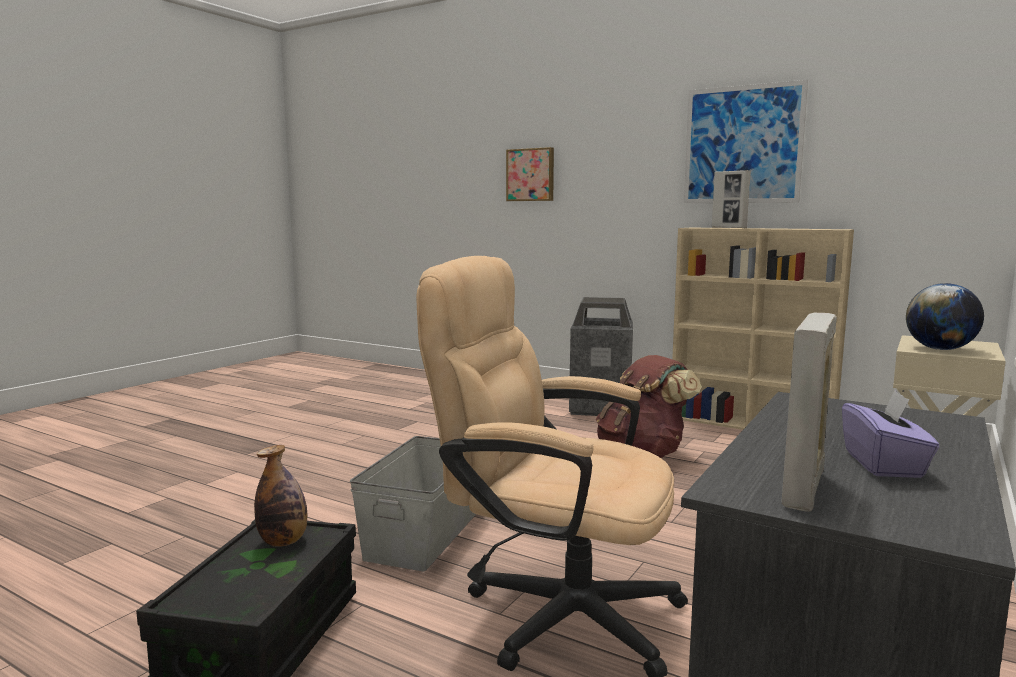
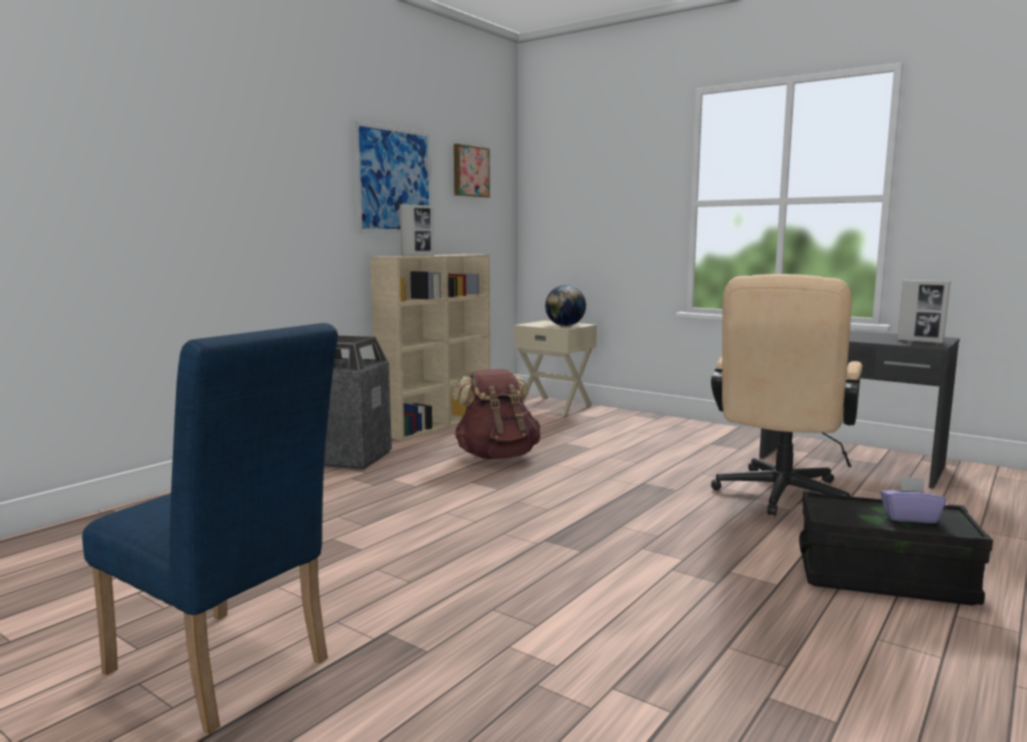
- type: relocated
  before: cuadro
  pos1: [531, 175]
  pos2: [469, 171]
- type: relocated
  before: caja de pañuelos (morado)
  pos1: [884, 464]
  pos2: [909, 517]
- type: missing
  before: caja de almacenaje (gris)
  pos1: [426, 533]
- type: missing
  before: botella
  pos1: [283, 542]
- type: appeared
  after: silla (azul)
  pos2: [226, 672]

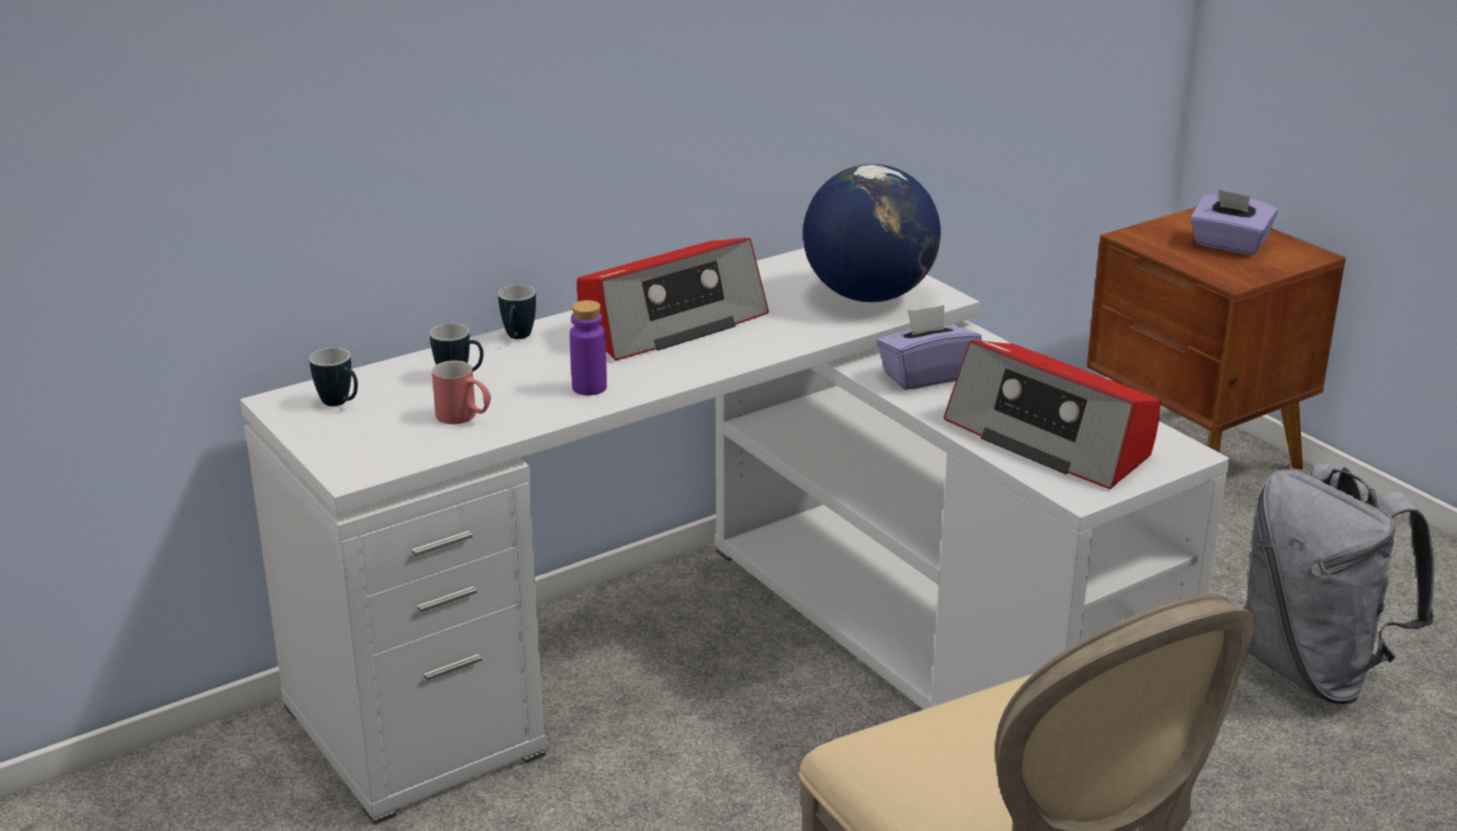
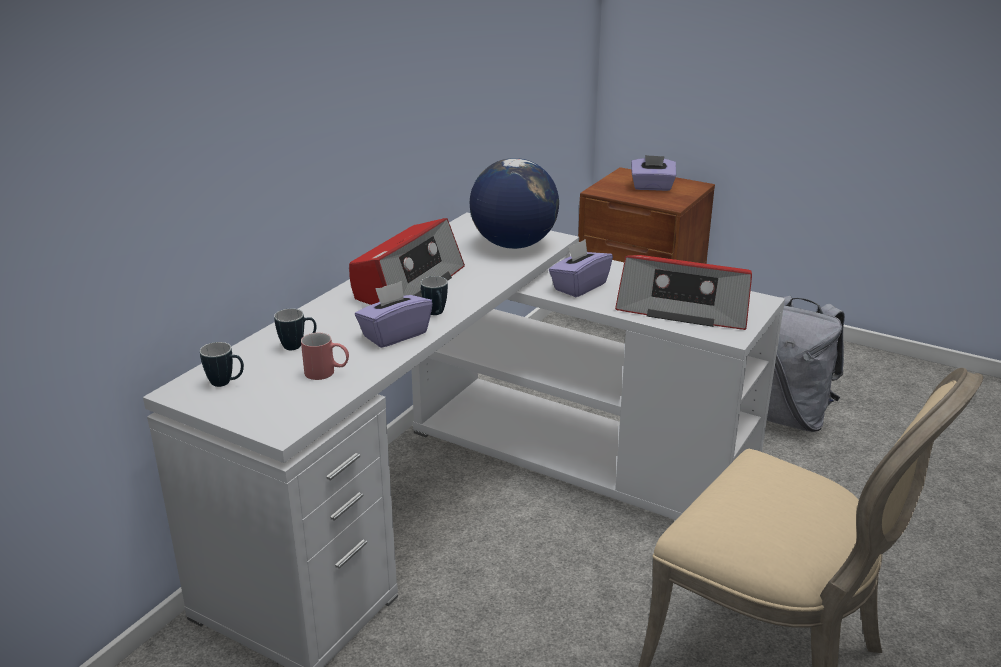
- type: relocated
  before: taza grande
  pos1: [517, 338]
  pos2: [436, 314]
- type: exchanged
  before: botella (morado)
  after: caja de pañuelos (morado)
  pos1: [589, 387]
  pos2: [394, 335]

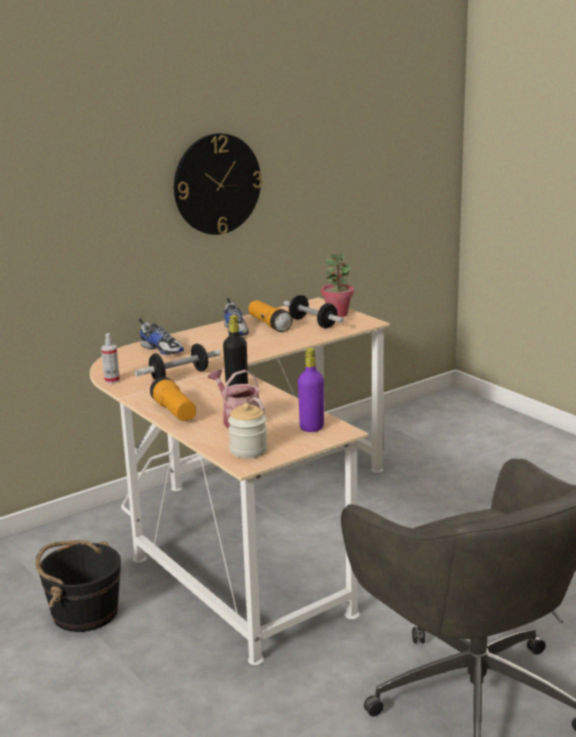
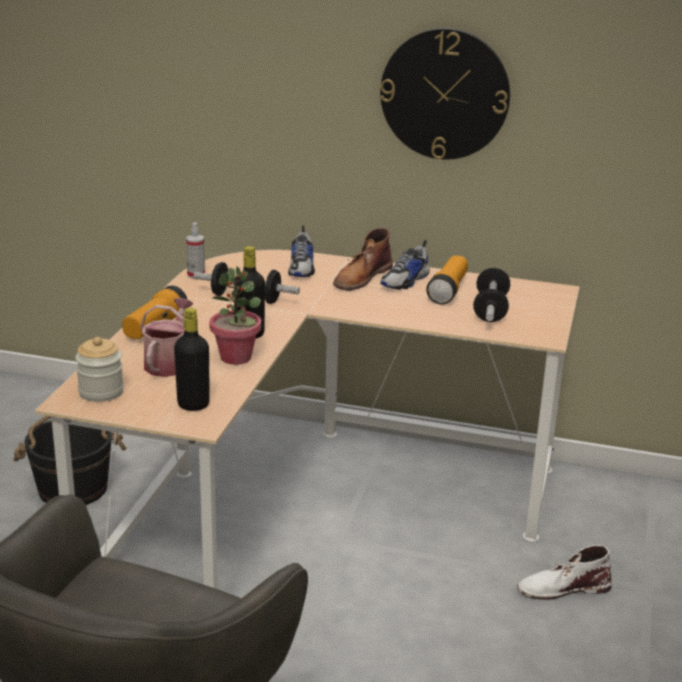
- type: relocated
  before: planta en maceta
  pos1: [338, 314]
  pos2: [236, 357]
- type: colour
  before: botella (morado)
  after: botella (negro)
  pos1: [311, 427]
  pos2: [193, 405]
- type: appeared
  after: bota (marrón)
  pos2: [362, 277]
- type: appeared
  after: bota (blanco)
  pos2: [562, 588]

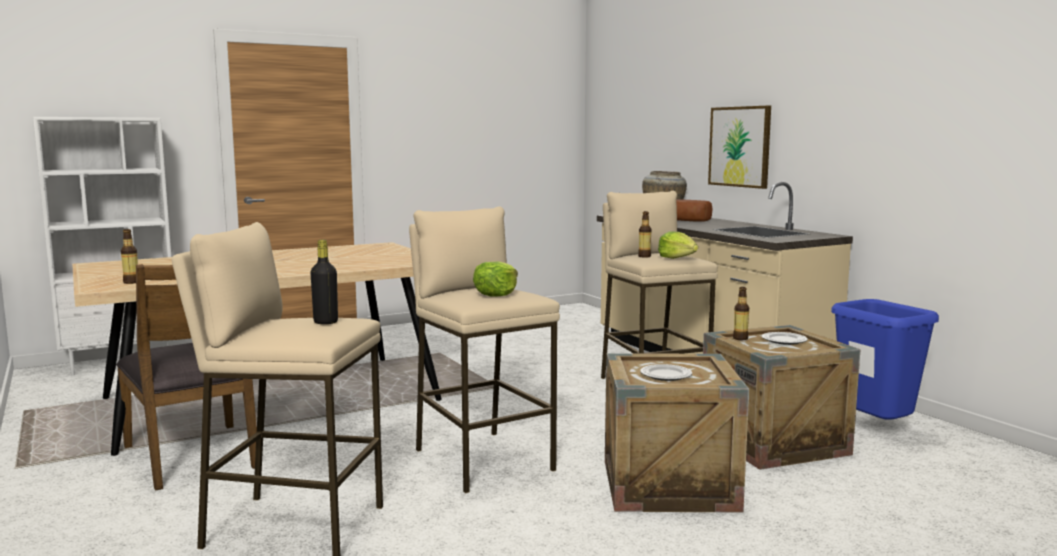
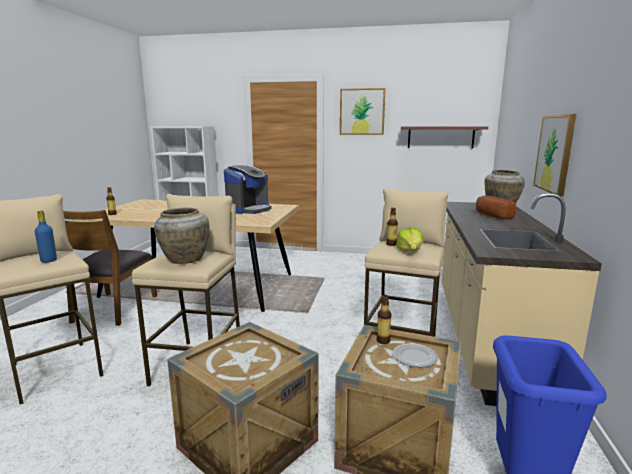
- type: colour
  before: botella (negro)
  after: botella (azul)
  pos1: [325, 322]
  pos2: [49, 260]
- type: exchanged
  before: lechuga
  after: florero (beis)
  pos1: [496, 294]
  pos2: [184, 259]
- type: missing
  before: plato
  pos1: [665, 375]
- type: appeared
  after: cuadro
  pos2: [362, 111]
- type: appeared
  after: estante
  pos2: [440, 137]
- type: appeared
  after: cafetera
  pos2: [248, 209]

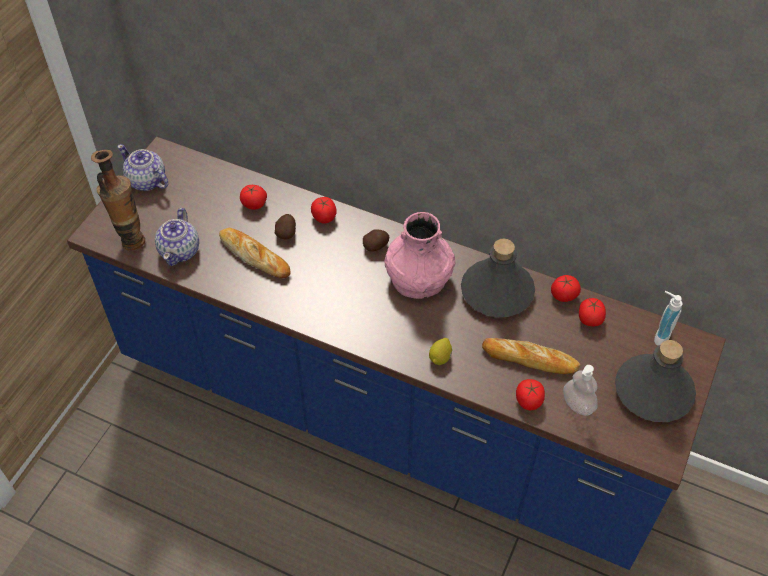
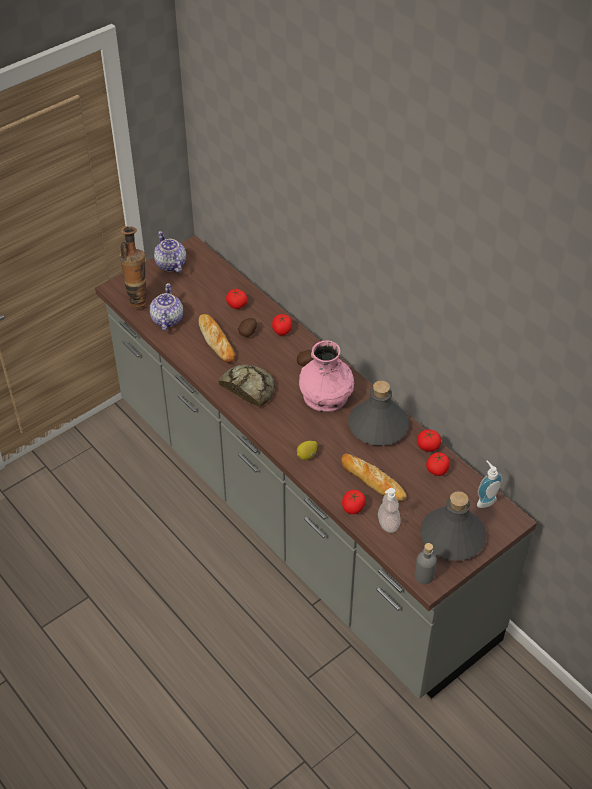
- type: colour
  before: mueble bajo de cocina (azul)
  after: mueble bajo de cocina (gris)
  pos1: [384, 417]
  pos2: [296, 517]
- type: spun
  before: tetera
  pos1: [180, 251]
  pos2: [167, 320]
  turn: 150
- type: appeared
  after: pan
  pos2: [248, 388]
- type: appeared
  after: botella (gris)
  pos2: [424, 576]

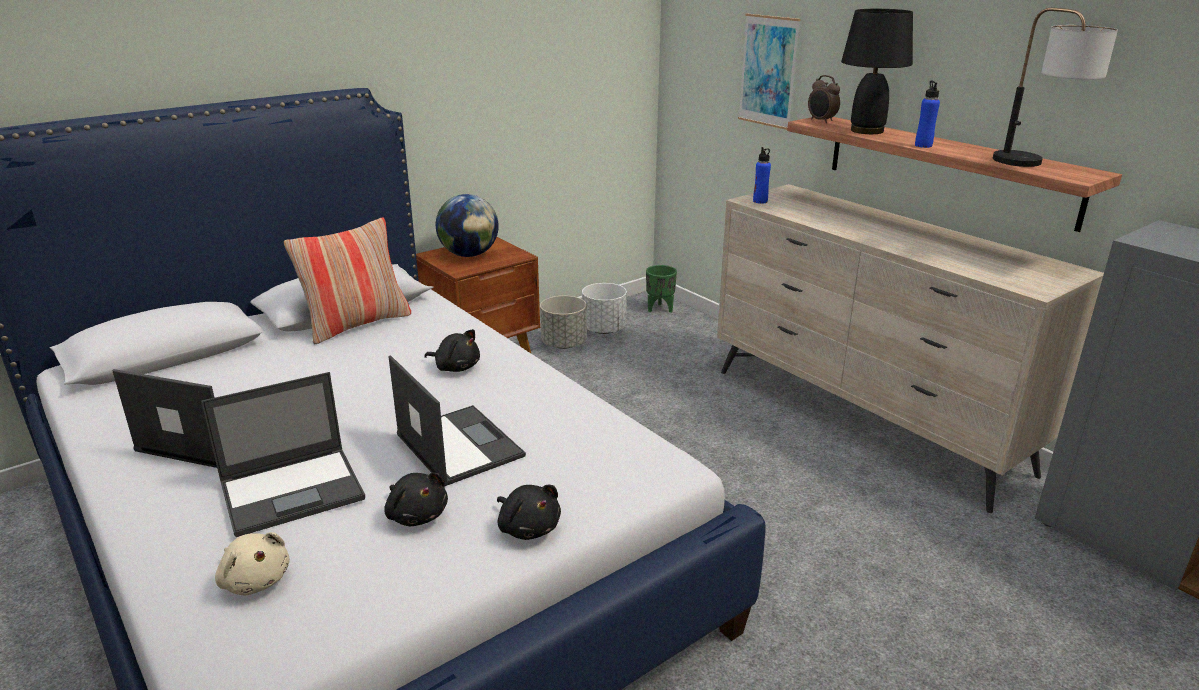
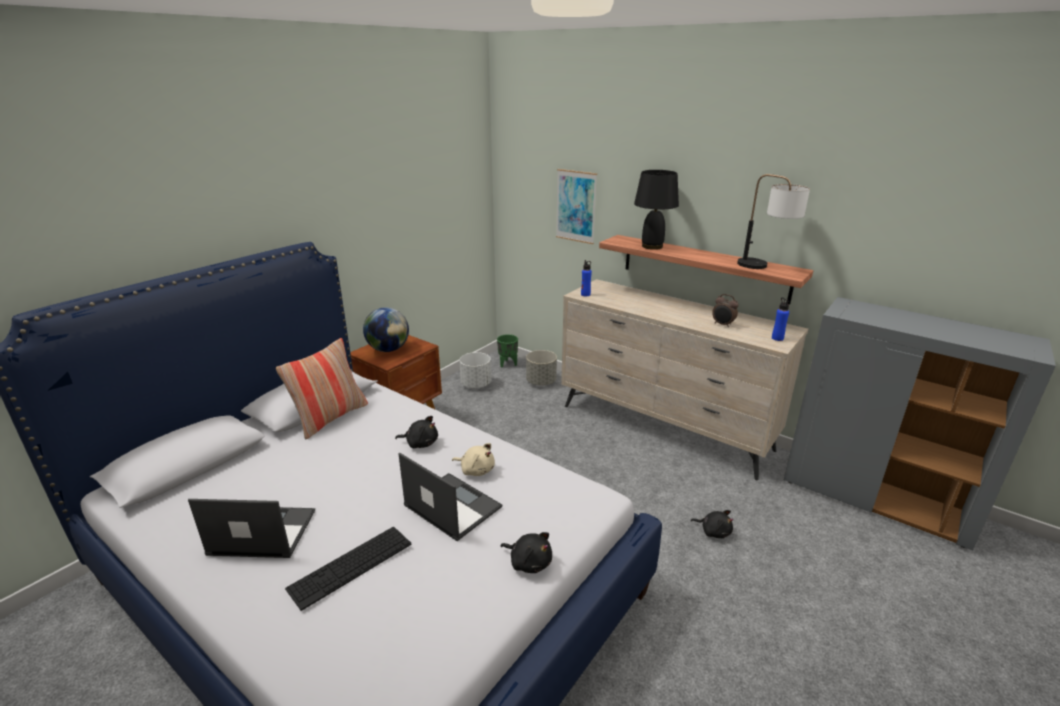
- type: relocated
  before: despertador
  pos1: [821, 121]
  pos2: [722, 324]
- type: relocated
  before: botella (azul)
  pos1: [923, 145]
  pos2: [777, 338]
- type: relocated
  before: maceta (gris)
  pos1: [564, 344]
  pos2: [541, 382]
- type: exchanged
  before: portátil
  after: teclado
  pos1: [294, 490]
  pos2: [351, 565]
- type: relocated
  before: peluche (negro)
  pos1: [416, 515]
  pos2: [713, 531]
- type: relocated
  before: peluche (beis)
  pos1: [255, 580]
  pos2: [476, 470]

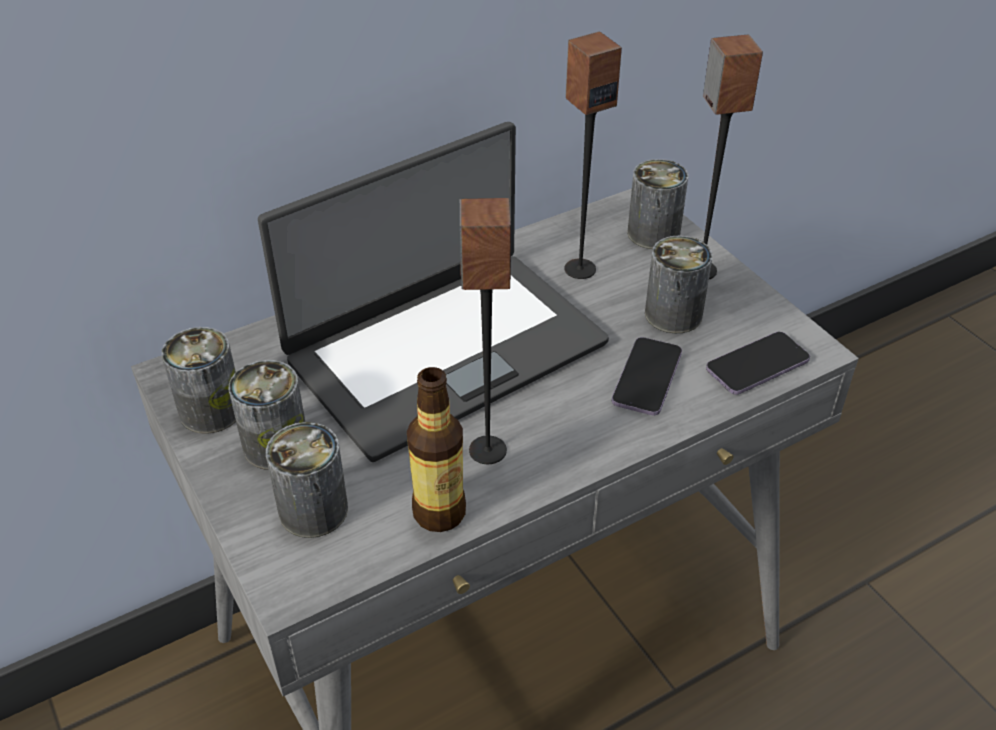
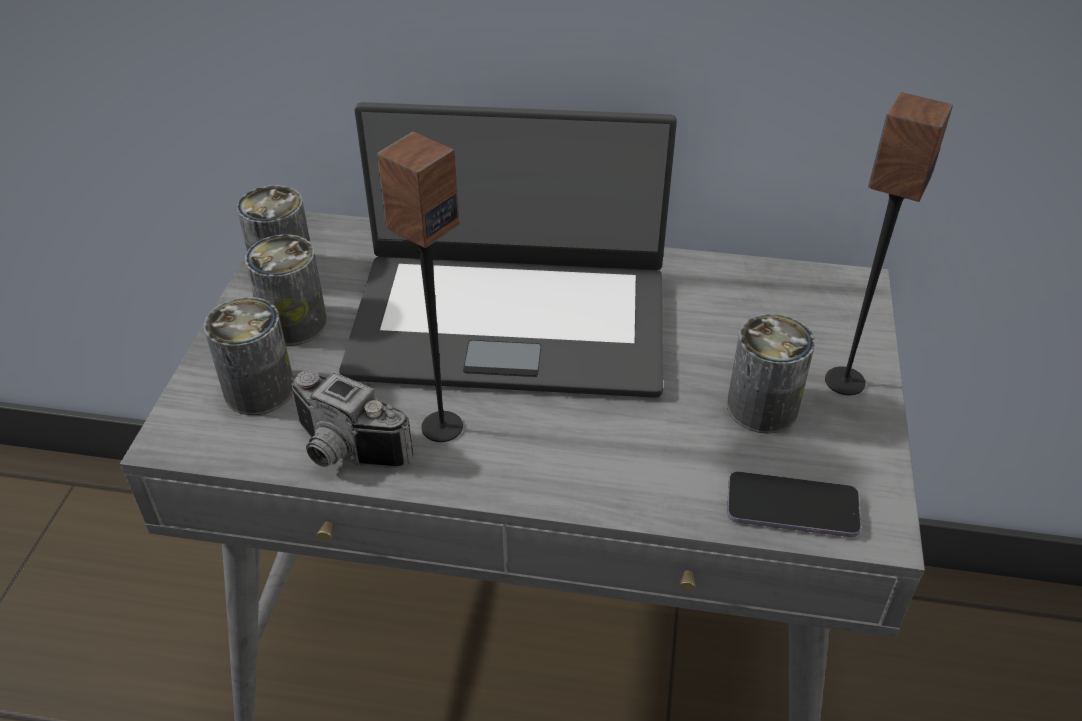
- type: missing
  before: altavoz
  pos1: [579, 268]
- type: missing
  before: lata
  pos1: [653, 233]
- type: missing
  before: móvil
  pos1: [647, 378]
- type: exchanged
  before: botella
  after: cámara
  pos1: [439, 512]
  pos2: [343, 453]

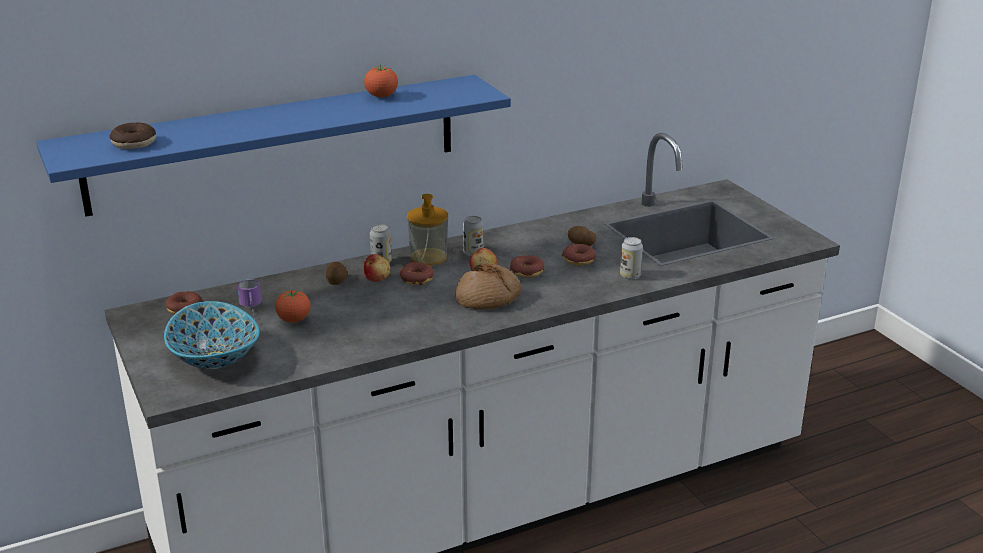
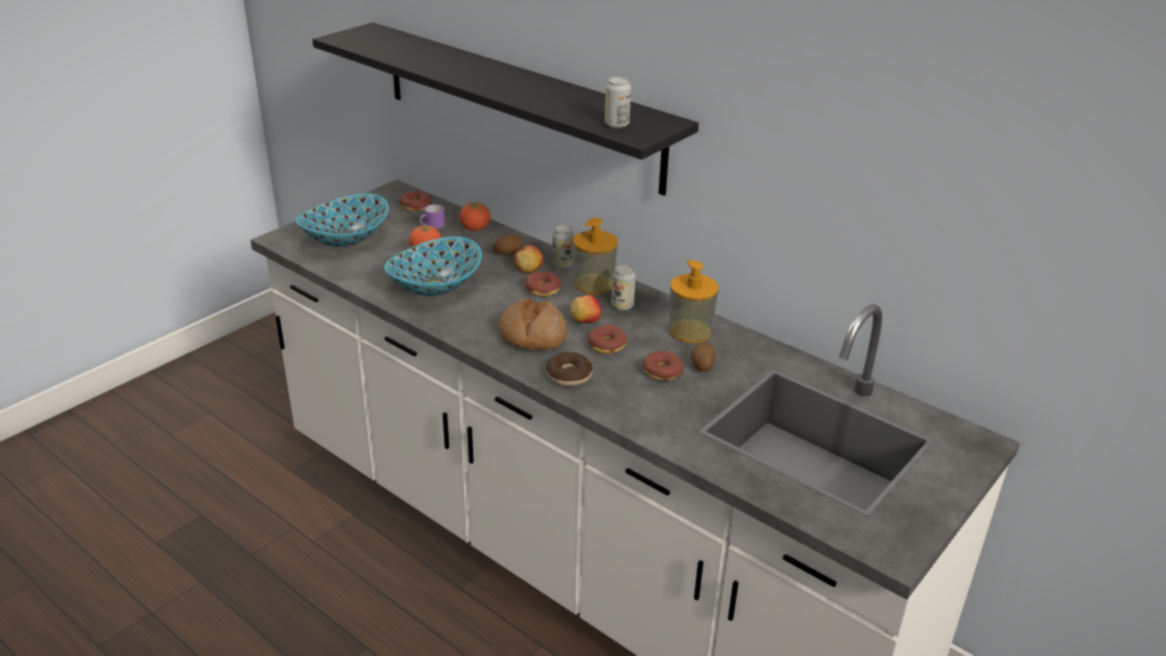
- type: relocated
  before: tomate
  pos1: [381, 96]
  pos2: [475, 229]
- type: colour
  before: estante (azul)
  after: estante (negro)
  pos1: [275, 143]
  pos2: [518, 104]
- type: relocated
  before: rosquilla
  pos1: [134, 143]
  pos2: [569, 375]
- type: relocated
  before: lata
  pos1: [630, 275]
  pos2: [617, 124]
- type: appeared
  after: cuenco
  pos2: [434, 286]
- type: appeared
  after: dispensador de jabón
  pos2: [690, 331]

